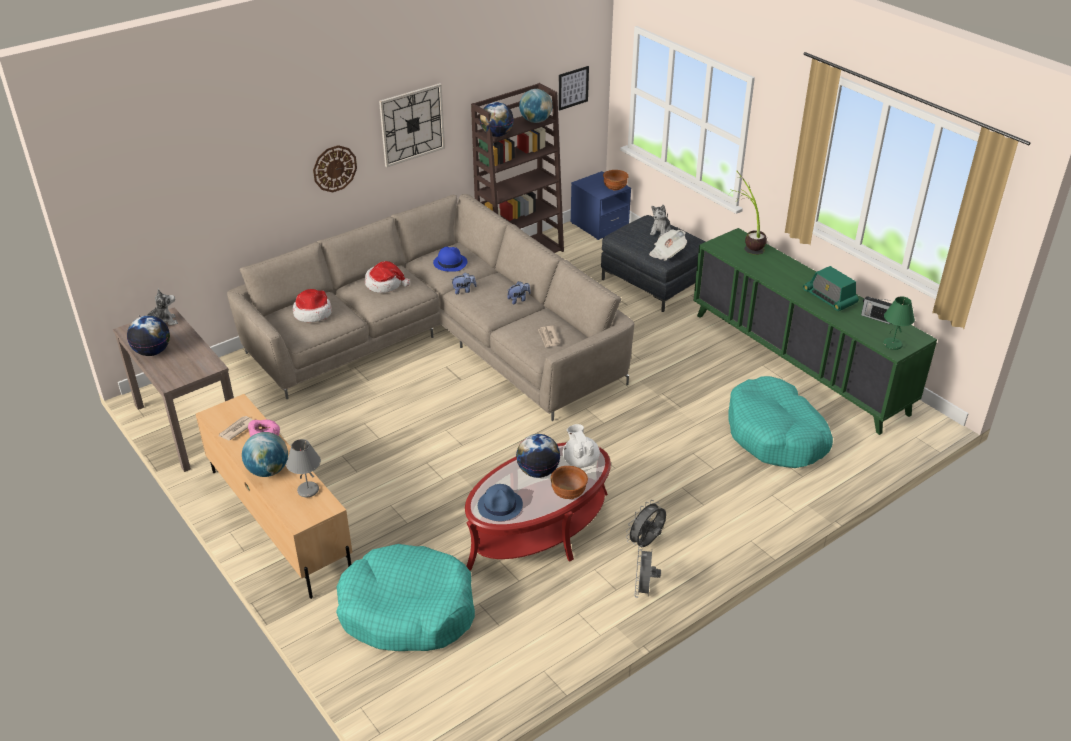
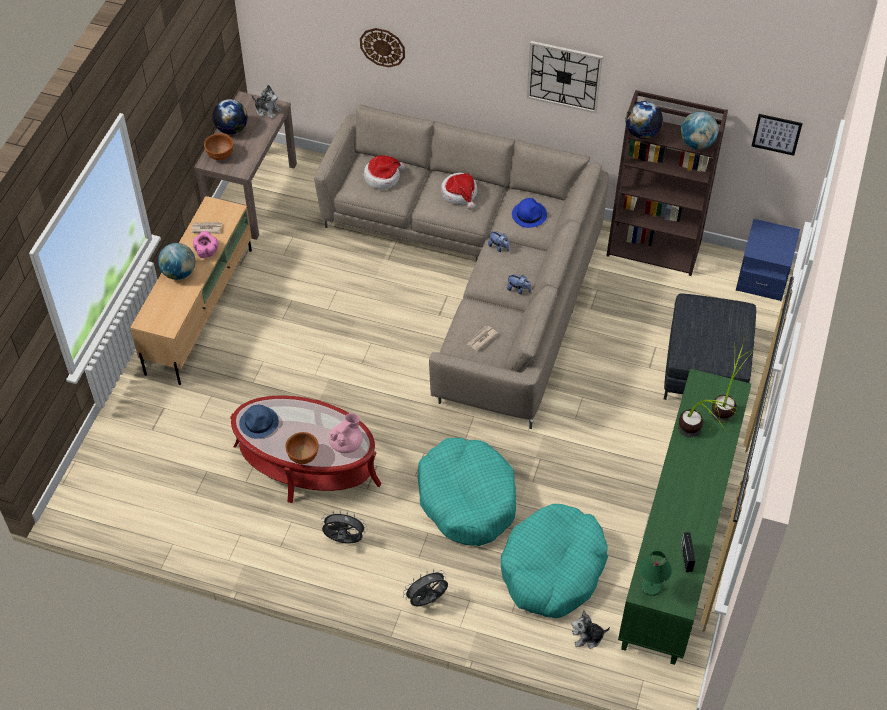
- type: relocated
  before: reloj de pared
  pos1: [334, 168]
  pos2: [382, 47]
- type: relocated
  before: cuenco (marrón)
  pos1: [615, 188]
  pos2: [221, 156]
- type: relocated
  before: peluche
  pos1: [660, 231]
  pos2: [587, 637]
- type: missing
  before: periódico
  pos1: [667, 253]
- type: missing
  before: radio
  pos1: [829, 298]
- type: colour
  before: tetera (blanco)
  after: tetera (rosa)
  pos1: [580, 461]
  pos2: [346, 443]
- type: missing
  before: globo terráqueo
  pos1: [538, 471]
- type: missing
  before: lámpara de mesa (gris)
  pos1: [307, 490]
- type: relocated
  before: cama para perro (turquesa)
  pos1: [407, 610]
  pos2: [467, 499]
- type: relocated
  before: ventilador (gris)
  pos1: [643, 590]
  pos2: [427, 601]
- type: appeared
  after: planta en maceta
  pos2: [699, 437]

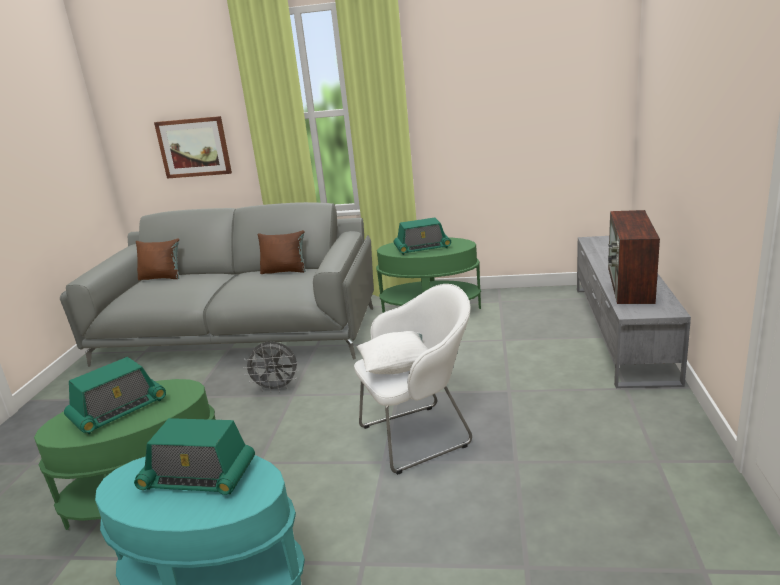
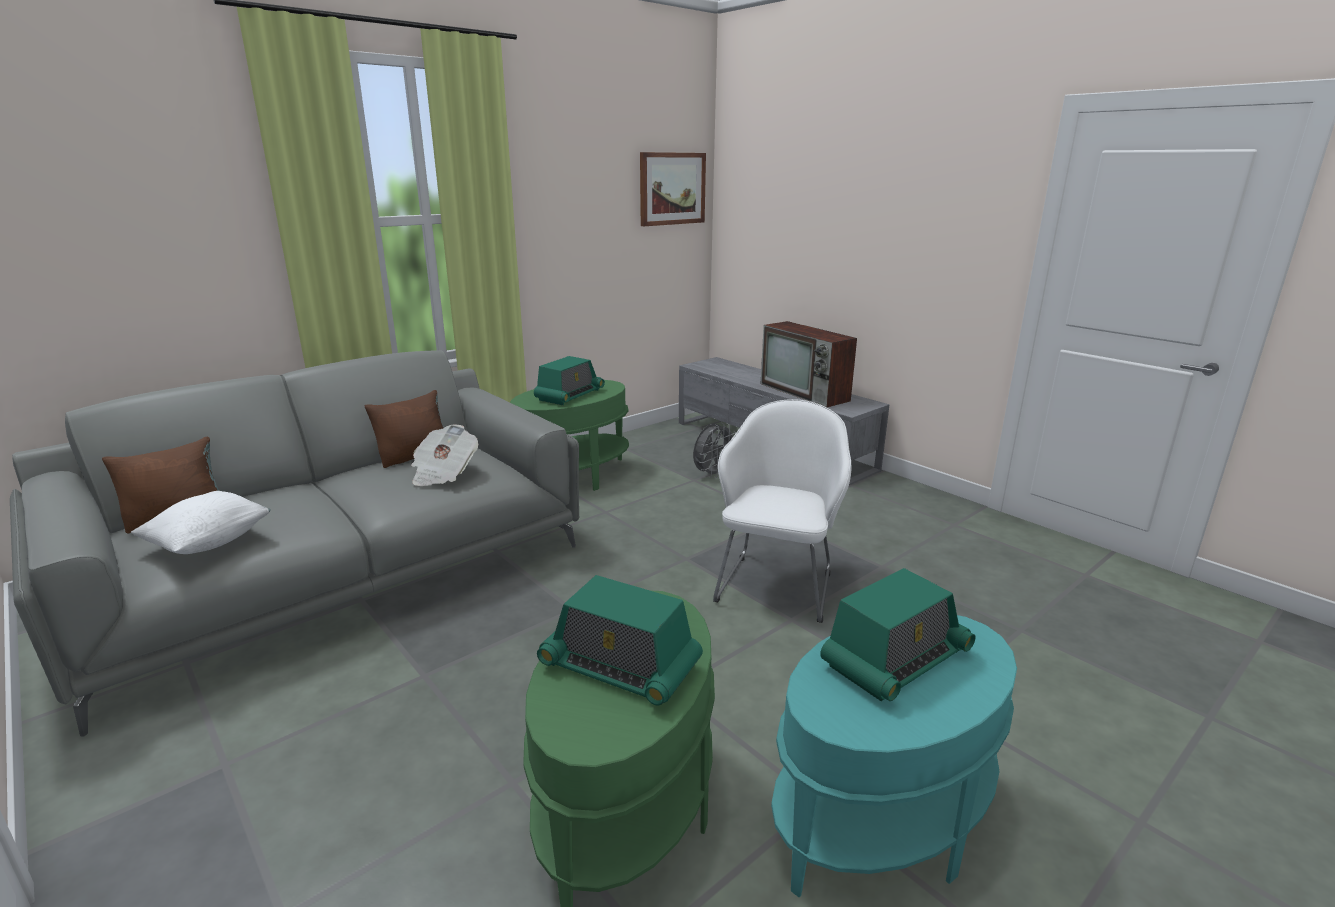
- type: relocated
  before: cuadro
  pos1: [194, 147]
  pos2: [672, 188]
- type: relocated
  before: cojín (blanco)
  pos1: [397, 367]
  pos2: [209, 542]
- type: relocated
  before: ventilador (gris)
  pos1: [276, 388]
  pos2: [712, 474]
- type: spun
  before: radio
  pos1: [118, 411]
  pos2: [620, 666]
  turn: 120
- type: appeared
  after: periódico
  pos2: [443, 473]

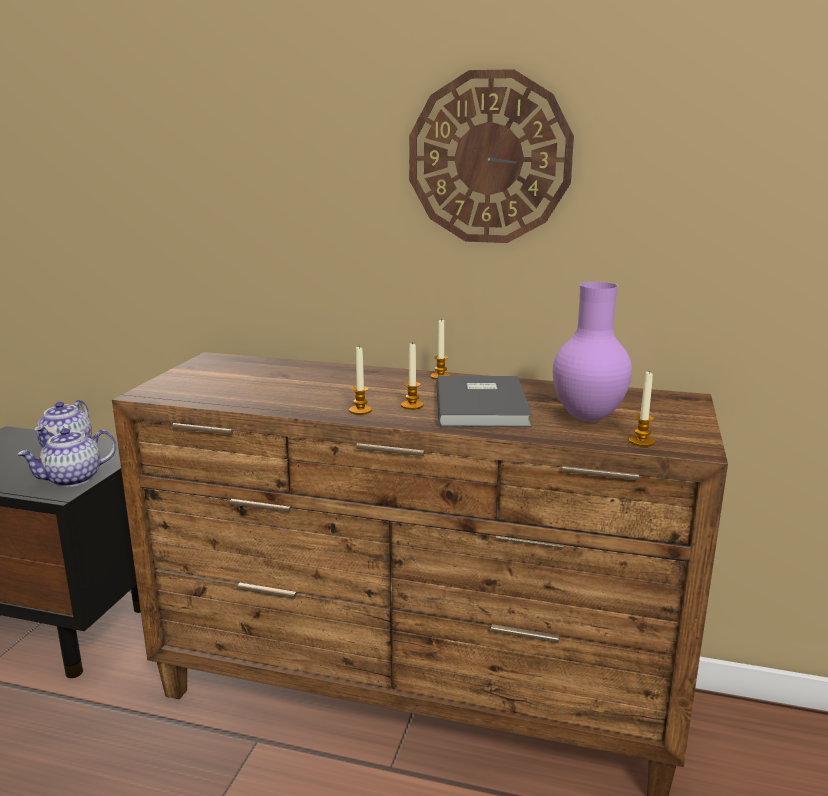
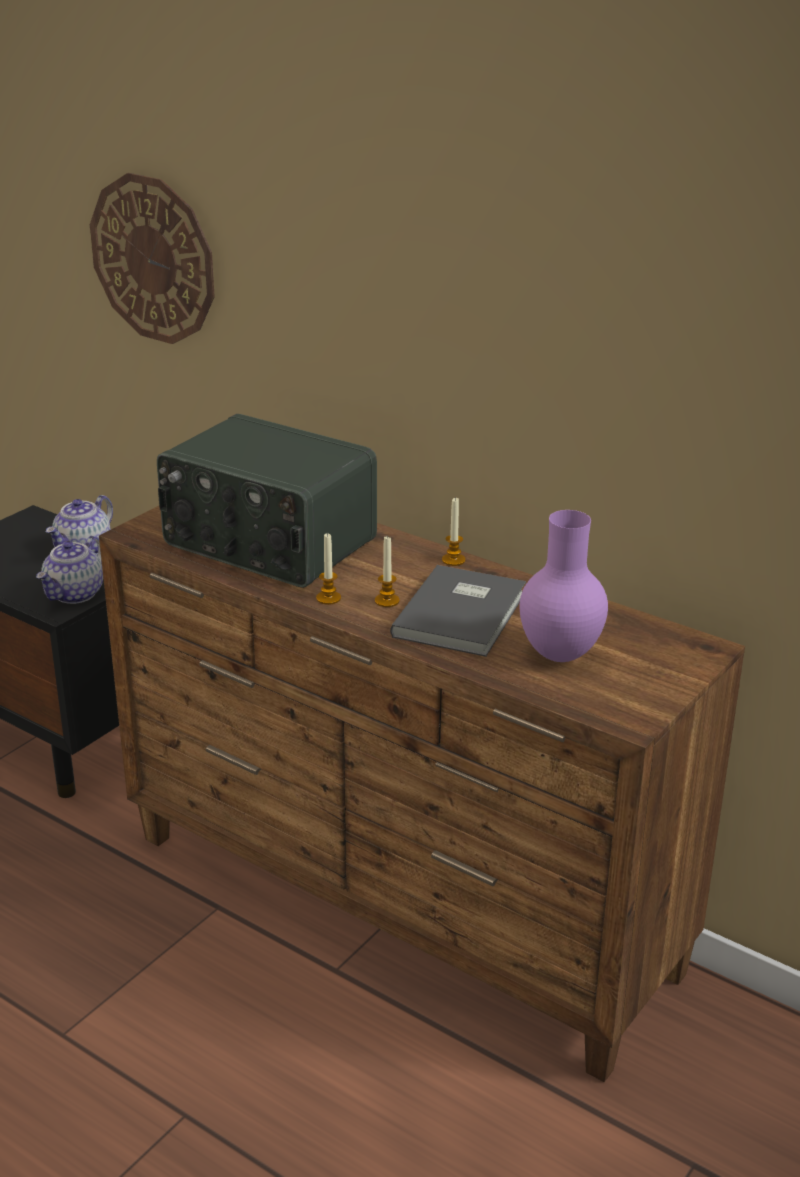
- type: relocated
  before: reloj de pared
  pos1: [489, 158]
  pos2: [153, 259]
- type: missing
  before: vela
  pos1: [641, 442]
- type: spun
  before: tetera
  pos1: [73, 479]
  pos2: [75, 594]
  turn: -45
- type: appeared
  after: radio
  pos2: [268, 544]

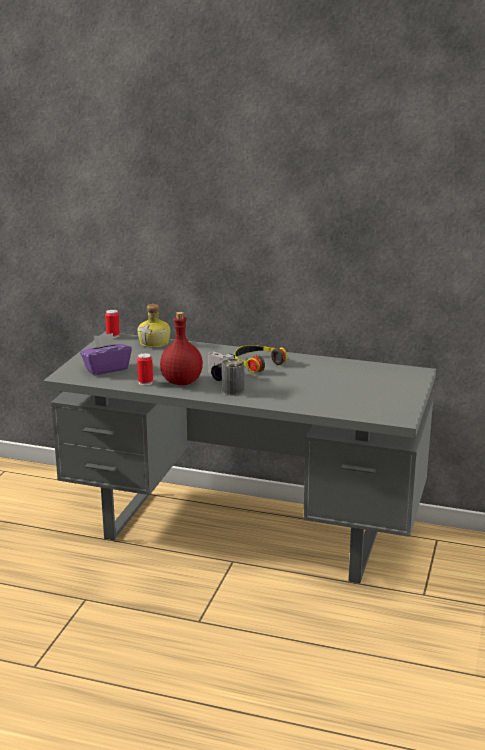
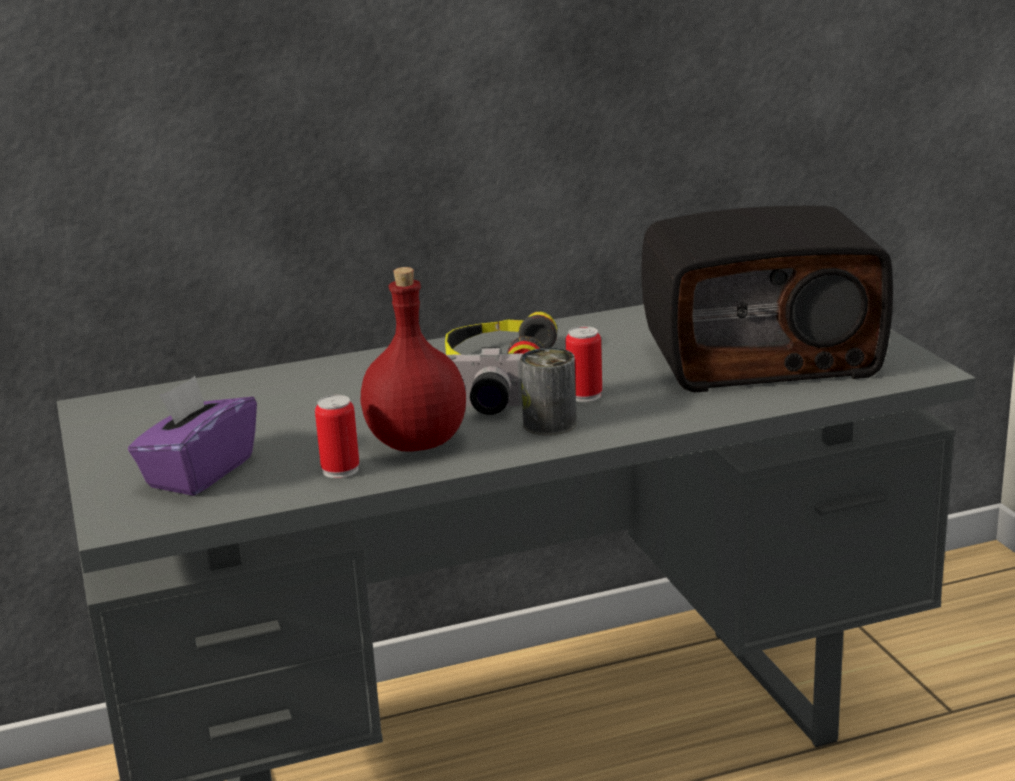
- type: missing
  before: botella
  pos1: [155, 343]
- type: relocated
  before: lata
  pos1: [113, 336]
  pos2: [584, 395]
- type: appeared
  after: radio
  pos2: [761, 356]

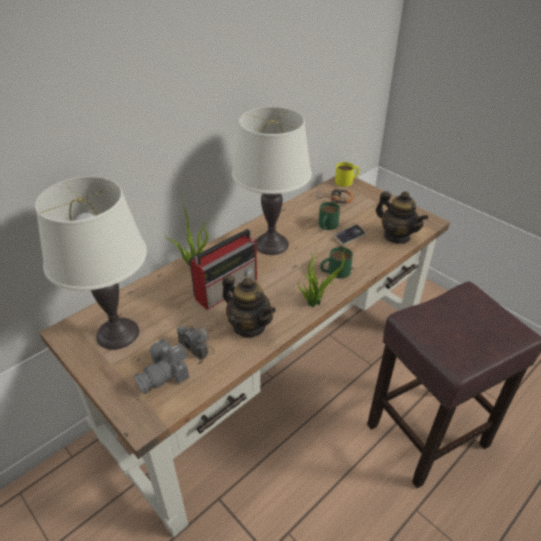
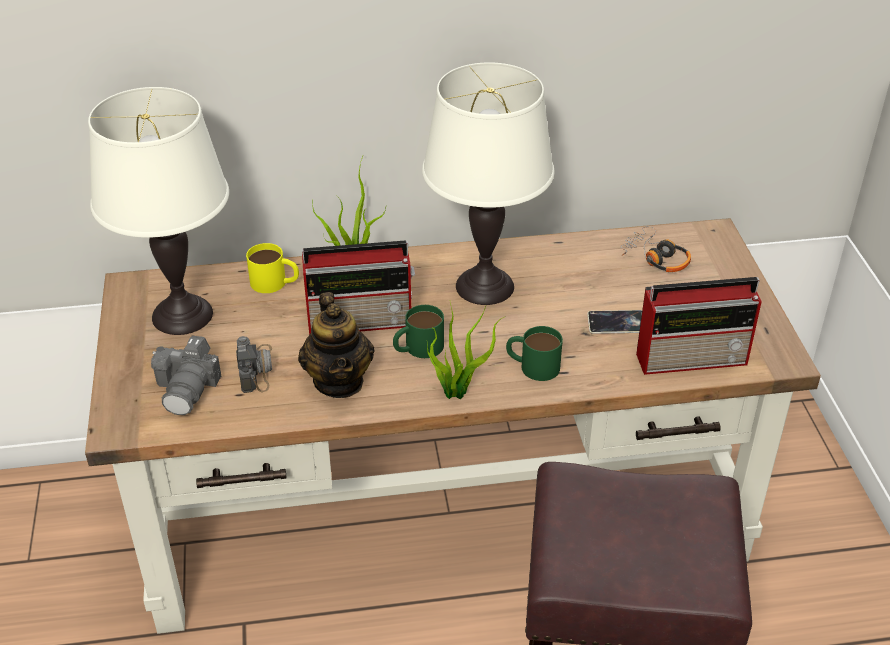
- type: relocated
  before: taza grande (amarillo)
  pos1: [347, 181]
  pos2: [275, 283]
- type: exchanged
  before: tetera
  after: radio
  pos1: [396, 236]
  pos2: [693, 358]
- type: relocated
  before: taza grande (verde)
  pos1: [326, 226]
  pos2: [417, 348]
- type: spun
  before: cámara
  pos1: [165, 374]
  pos2: [188, 388]
  turn: -75

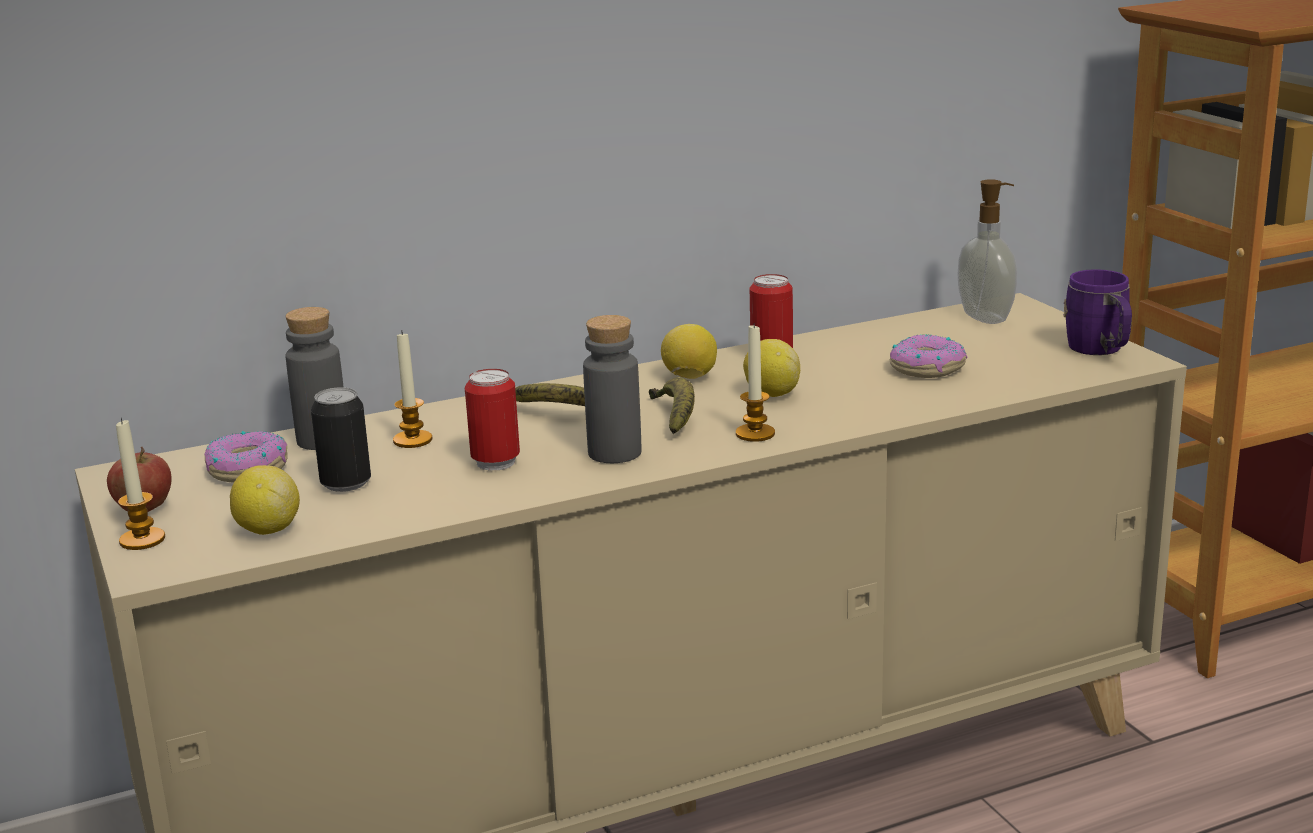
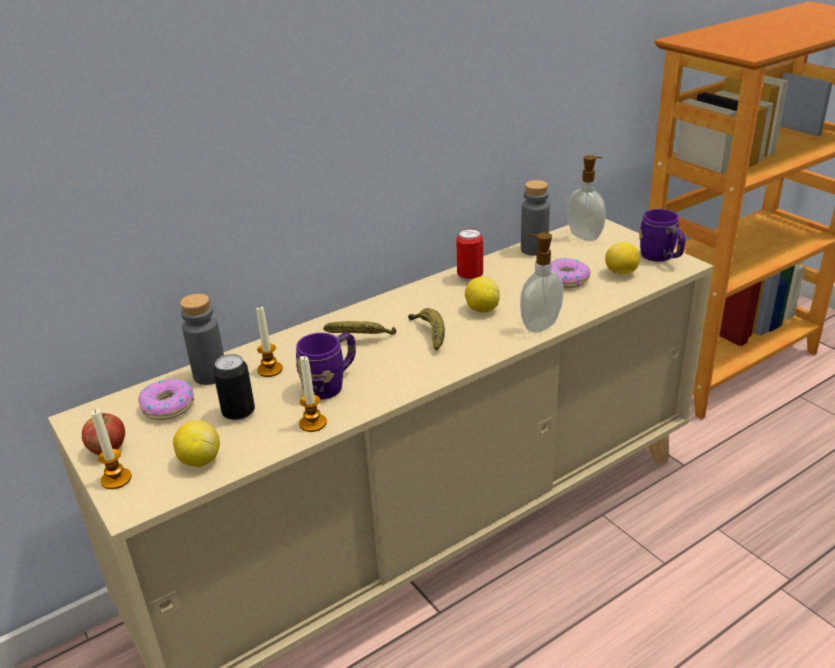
- type: relocated
  before: botella (gris)
  pos1: [614, 453]
  pos2: [534, 249]
- type: relocated
  before: limón
  pos1: [689, 377]
  pos2: [621, 273]
- type: relocated
  before: vela
  pos1: [755, 434]
  pos2: [313, 423]
- type: exchanged
  before: lata
  after: taza grande (morado)
  pos1: [495, 462]
  pos2: [330, 384]
- type: appeared
  after: dispensador de jabón
  pos2: [539, 325]

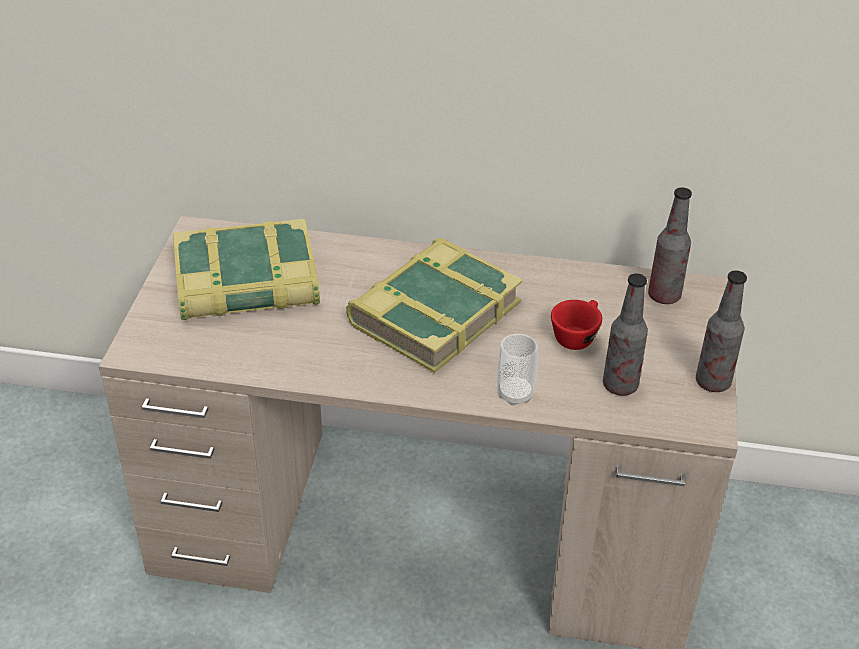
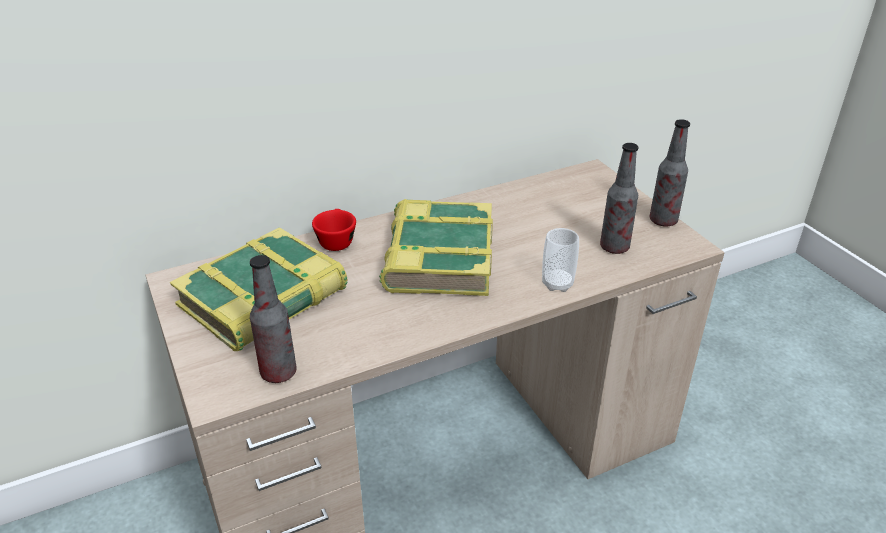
- type: relocated
  before: botella
  pos1: [664, 296]
  pos2: [278, 373]
- type: relocated
  before: taza (rojo)
  pos1: [576, 335]
  pos2: [336, 240]

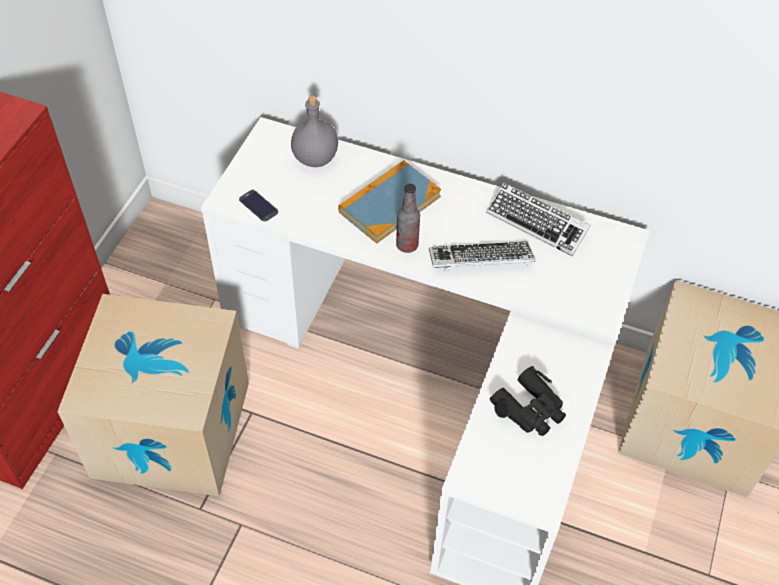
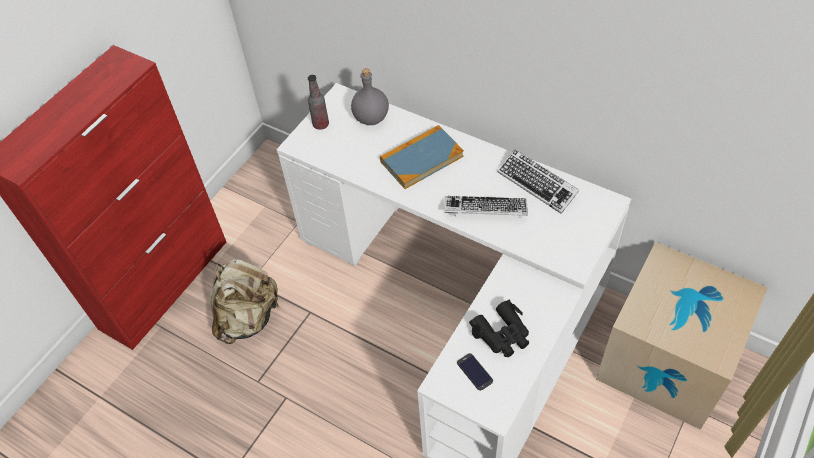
- type: relocated
  before: botella
  pos1: [407, 245]
  pos2: [321, 124]
- type: relocated
  before: móvil
  pos1: [258, 206]
  pos2: [474, 372]
- type: exchanged
  before: caja de cartón
  after: mochila (beis)
  pos1: [171, 429]
  pos2: [248, 317]

